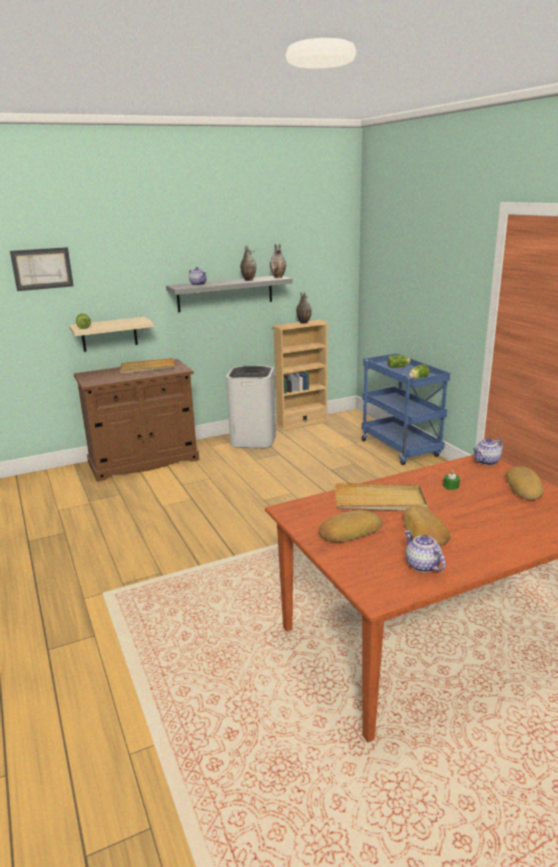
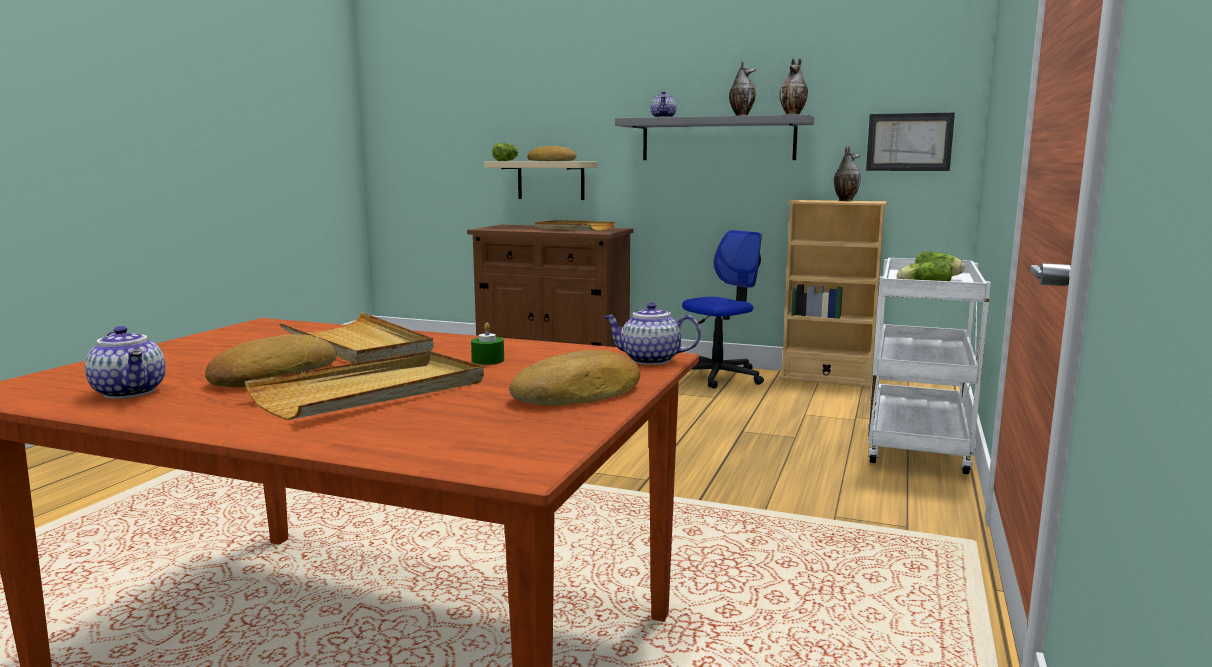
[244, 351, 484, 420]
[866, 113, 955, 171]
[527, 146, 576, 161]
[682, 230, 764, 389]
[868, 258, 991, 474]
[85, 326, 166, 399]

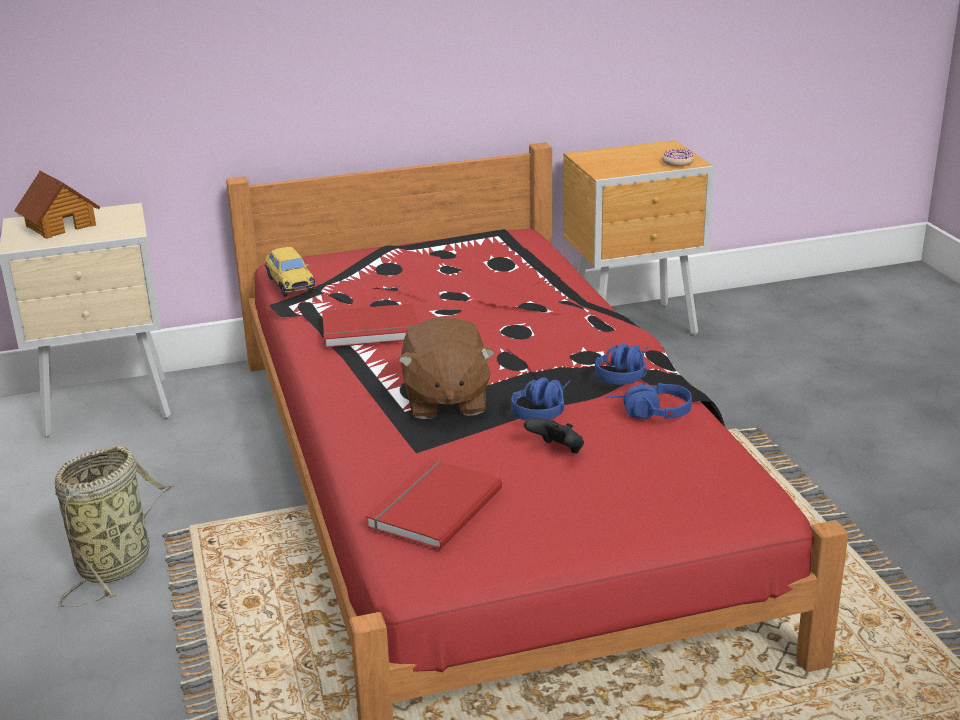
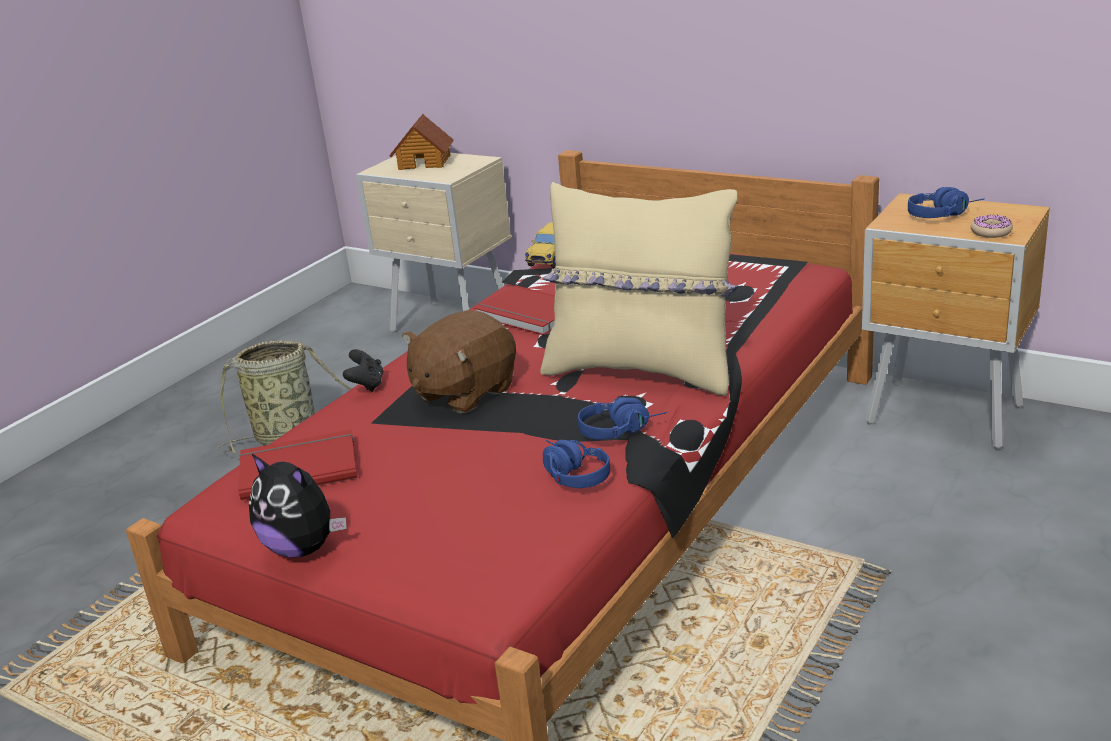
[249, 454, 347, 557]
[540, 182, 738, 396]
[908, 187, 985, 218]
[343, 349, 384, 392]

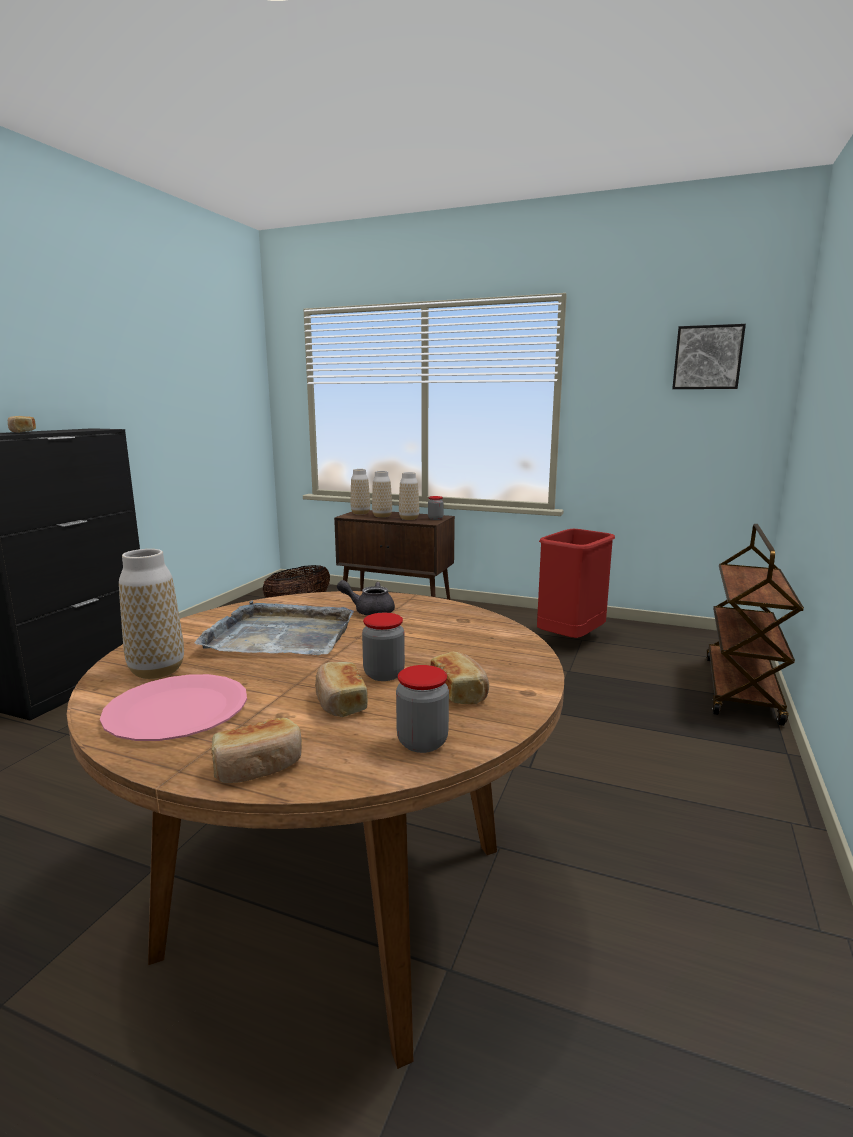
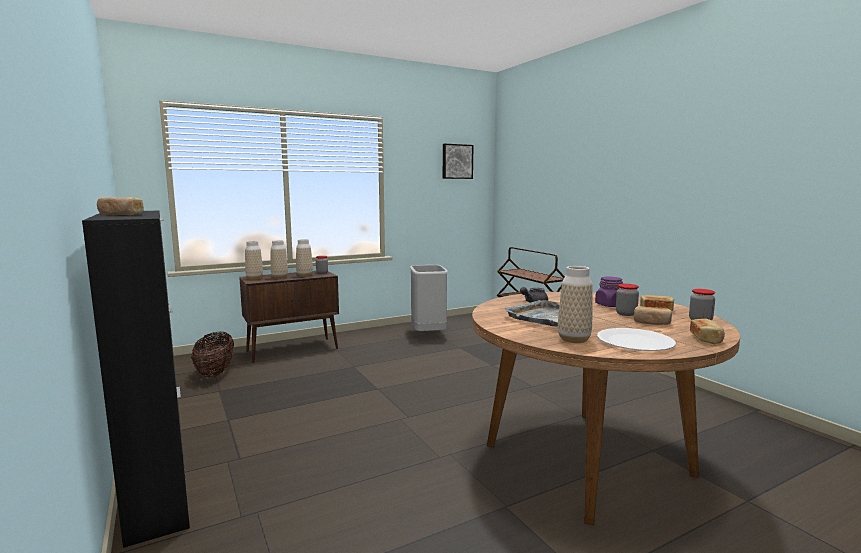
[595, 277, 623, 307]
[597, 328, 676, 351]
[410, 265, 448, 331]

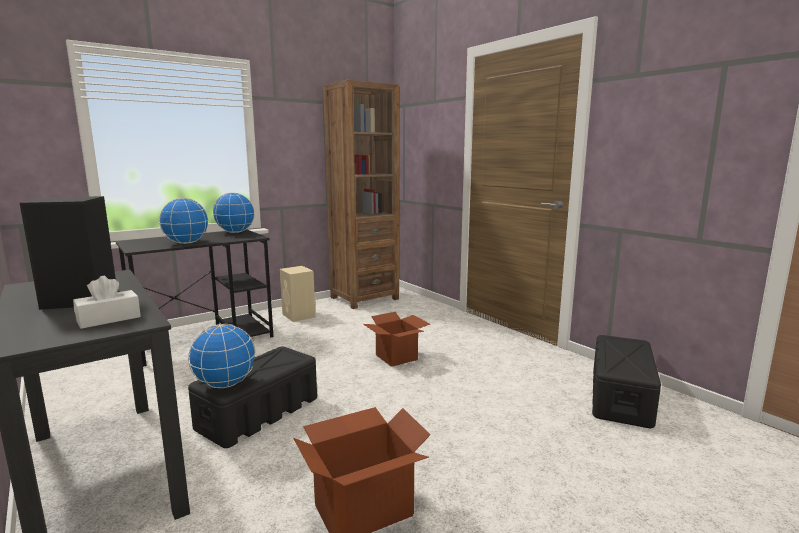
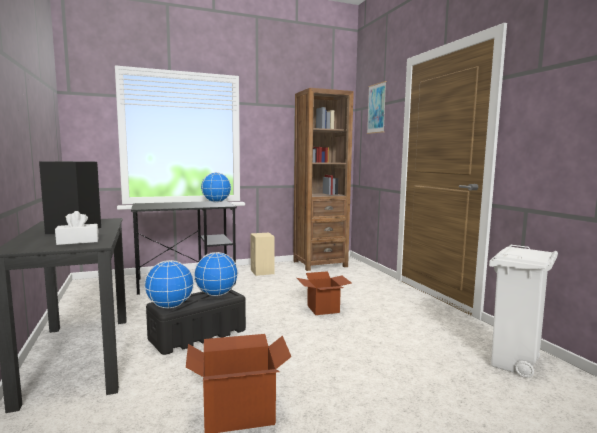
[367, 81, 387, 134]
[194, 252, 238, 296]
[489, 245, 558, 378]

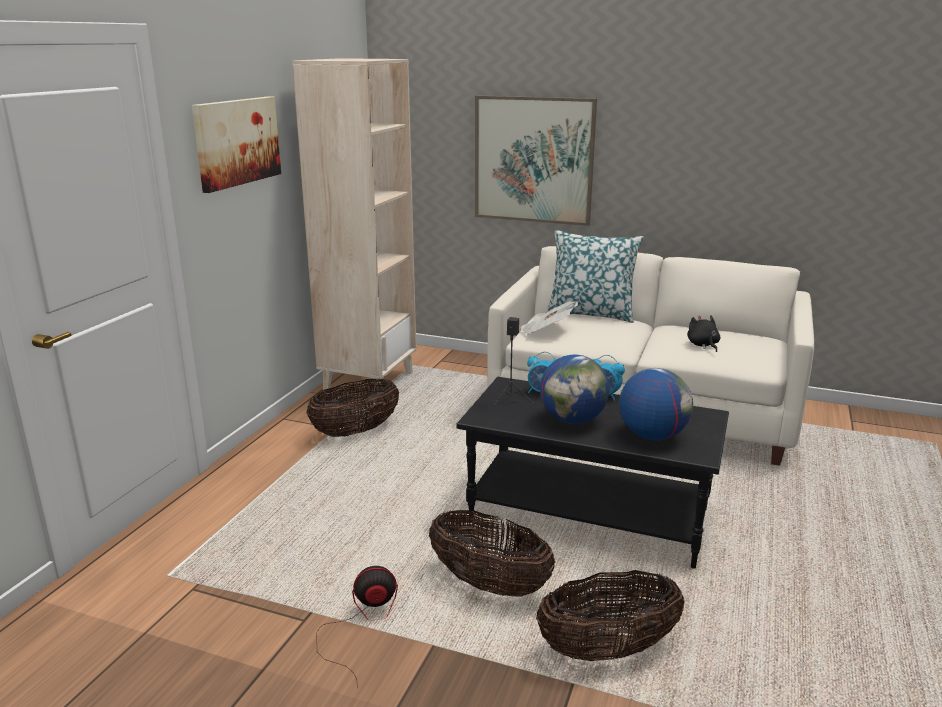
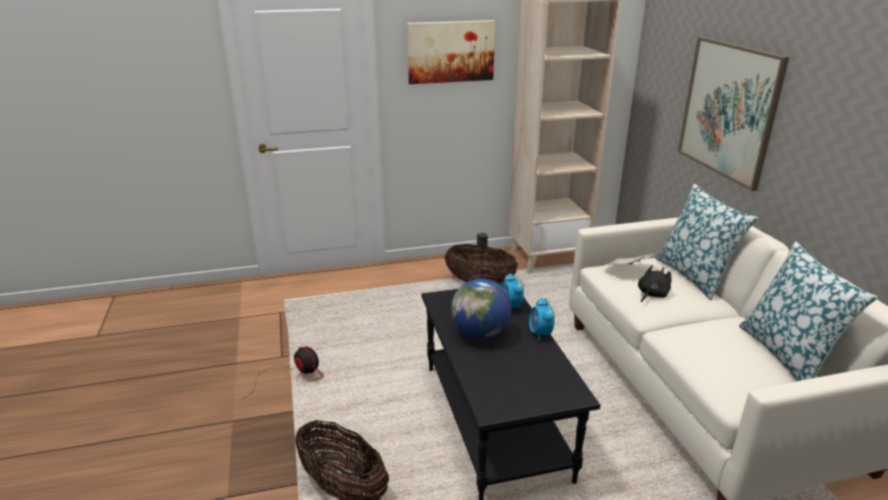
[429, 510, 555, 597] (first image)
[619, 368, 693, 440] (first image)
[739, 241, 878, 381]
[638, 265, 672, 302]

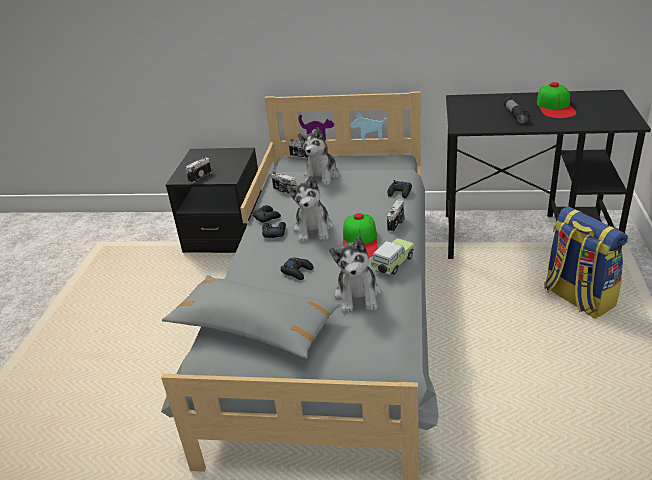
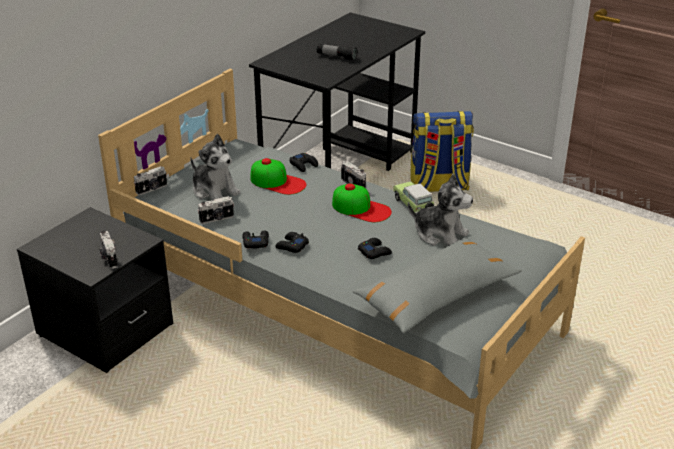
[287, 176, 333, 242] (first image)
[250, 158, 306, 195]

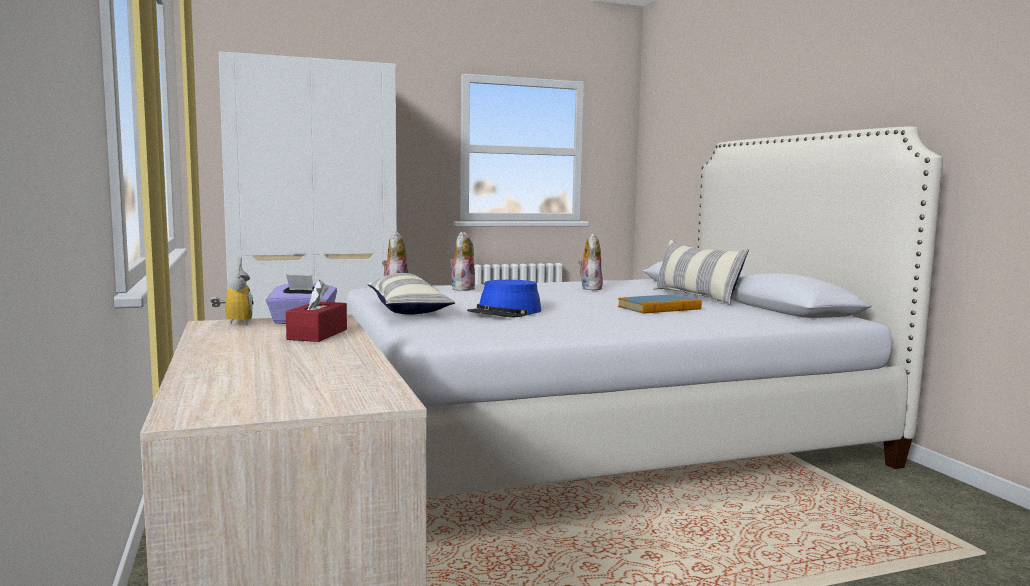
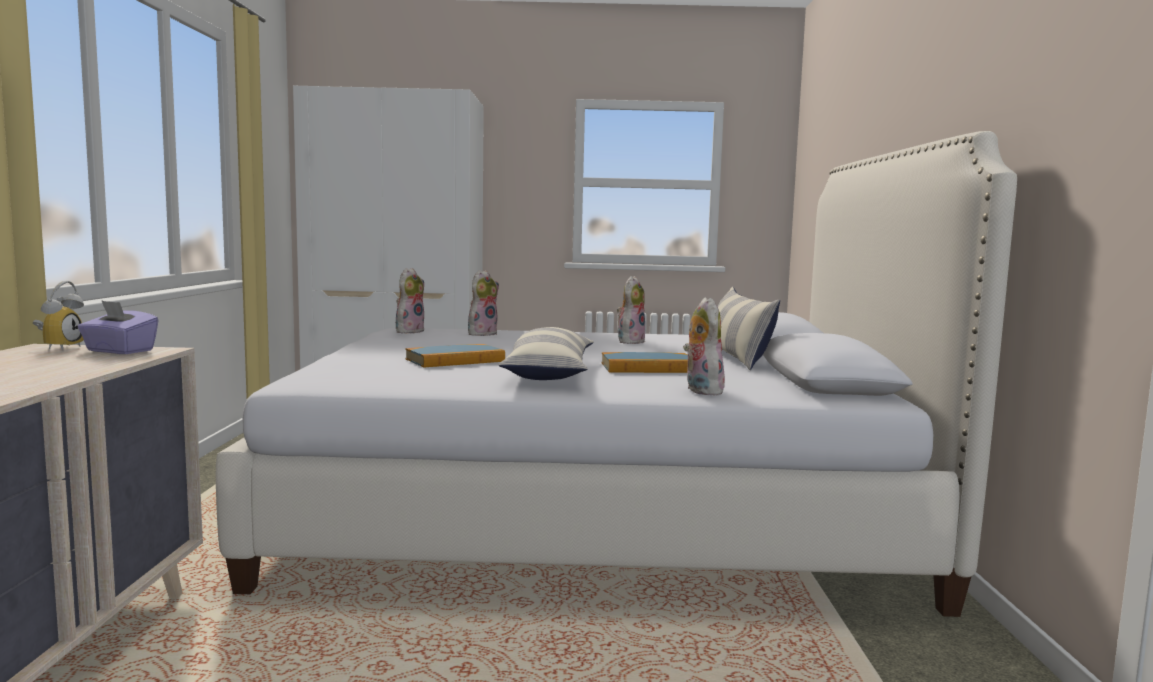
[286, 280, 347, 342] (first image)
[683, 297, 725, 395]
[499, 327, 594, 380]
[405, 344, 505, 367]

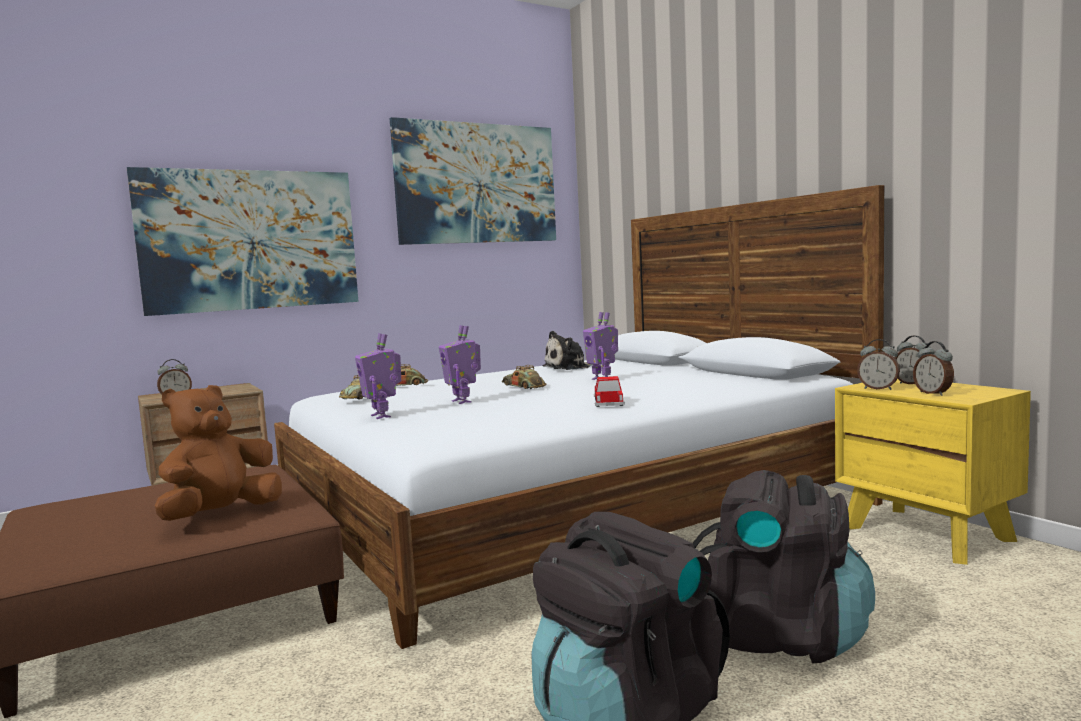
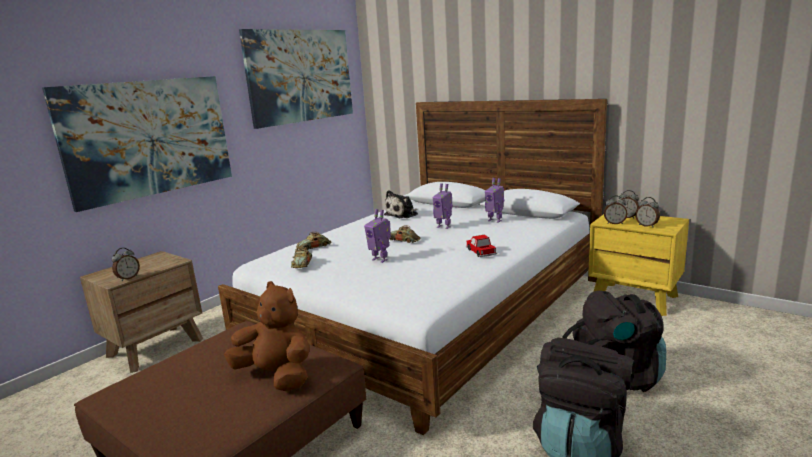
[485, 178, 504, 223]
[224, 281, 310, 391]

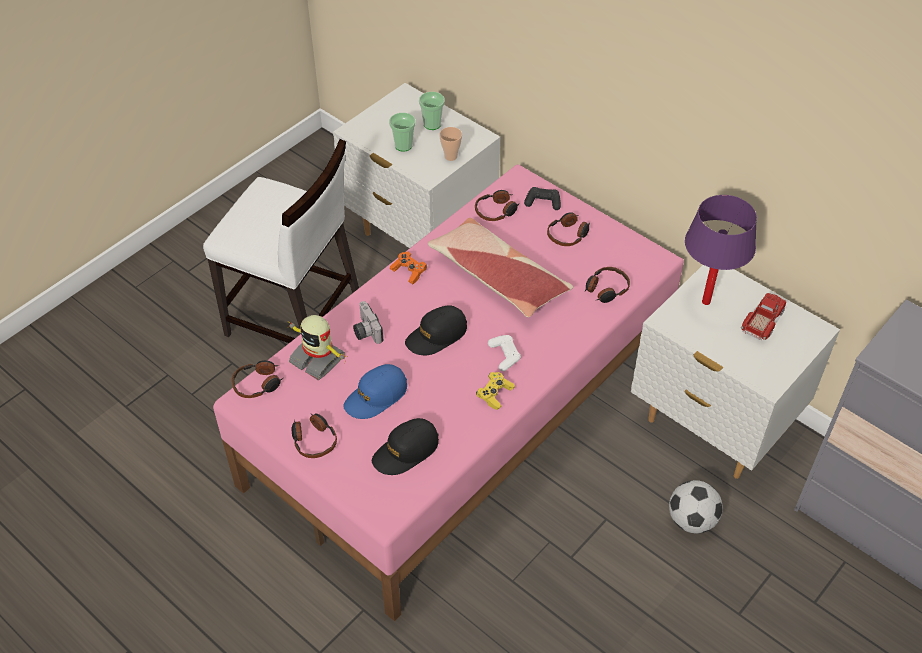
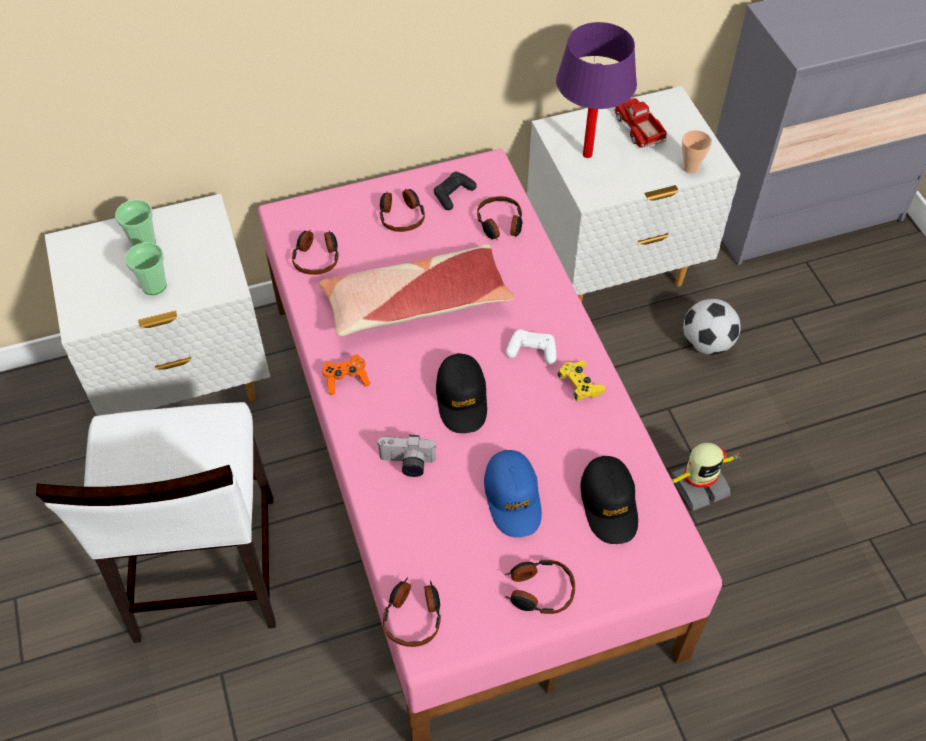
[670, 443, 740, 511]
[682, 130, 712, 174]
[434, 172, 477, 210]
[36, 402, 276, 643]

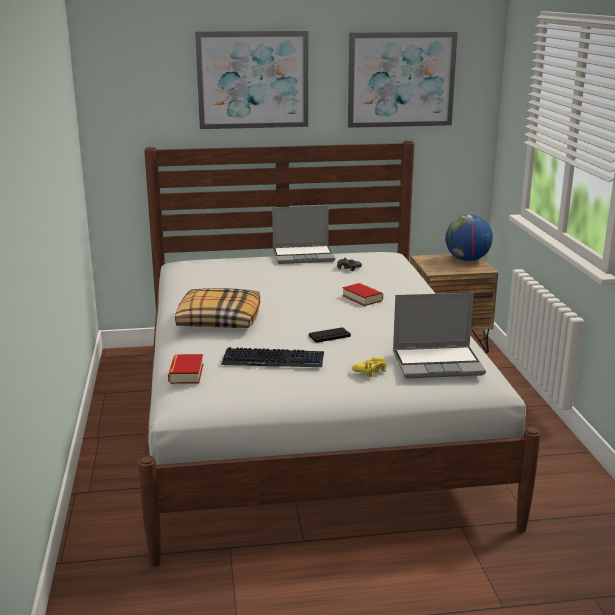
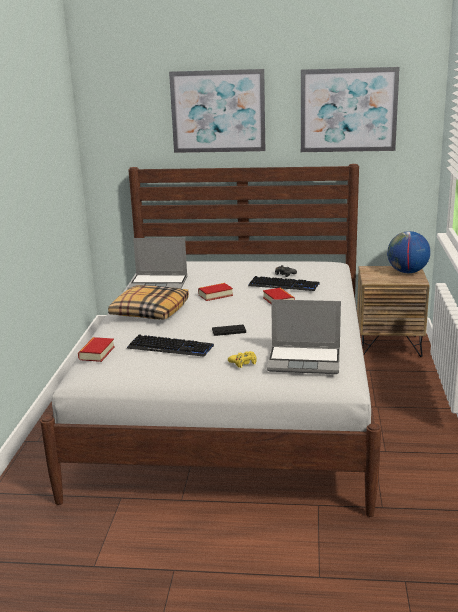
[198, 283, 233, 301]
[248, 276, 320, 291]
[128, 238, 187, 289]

